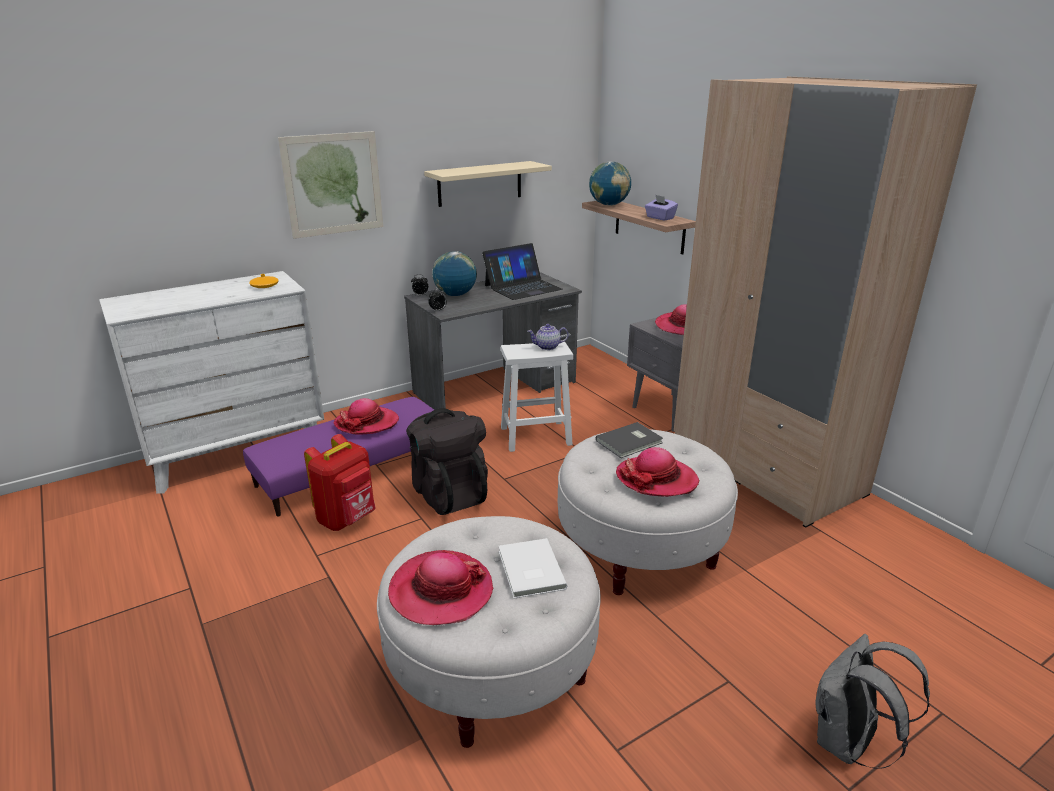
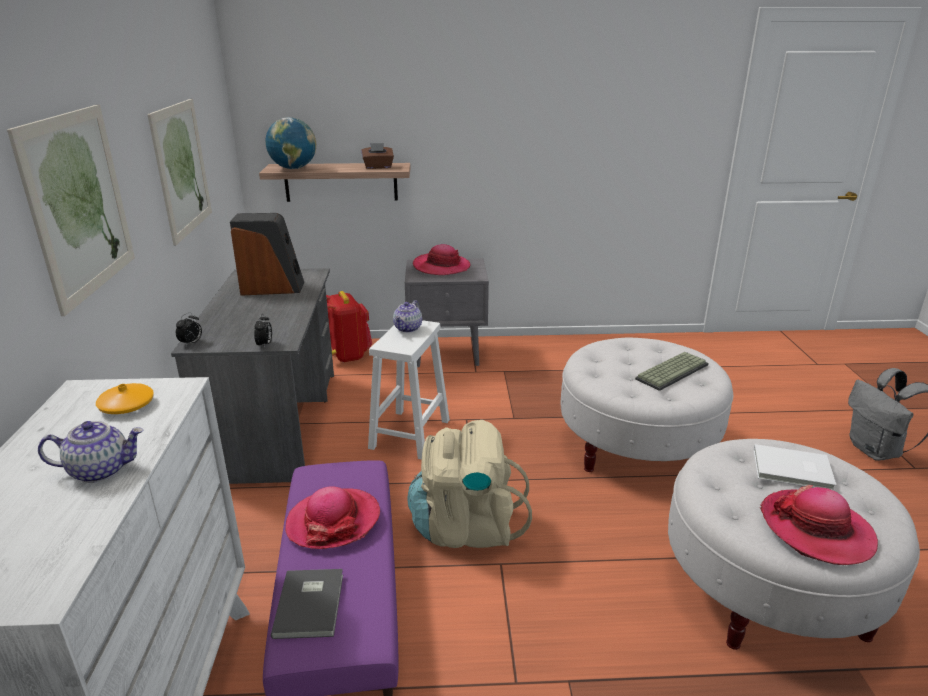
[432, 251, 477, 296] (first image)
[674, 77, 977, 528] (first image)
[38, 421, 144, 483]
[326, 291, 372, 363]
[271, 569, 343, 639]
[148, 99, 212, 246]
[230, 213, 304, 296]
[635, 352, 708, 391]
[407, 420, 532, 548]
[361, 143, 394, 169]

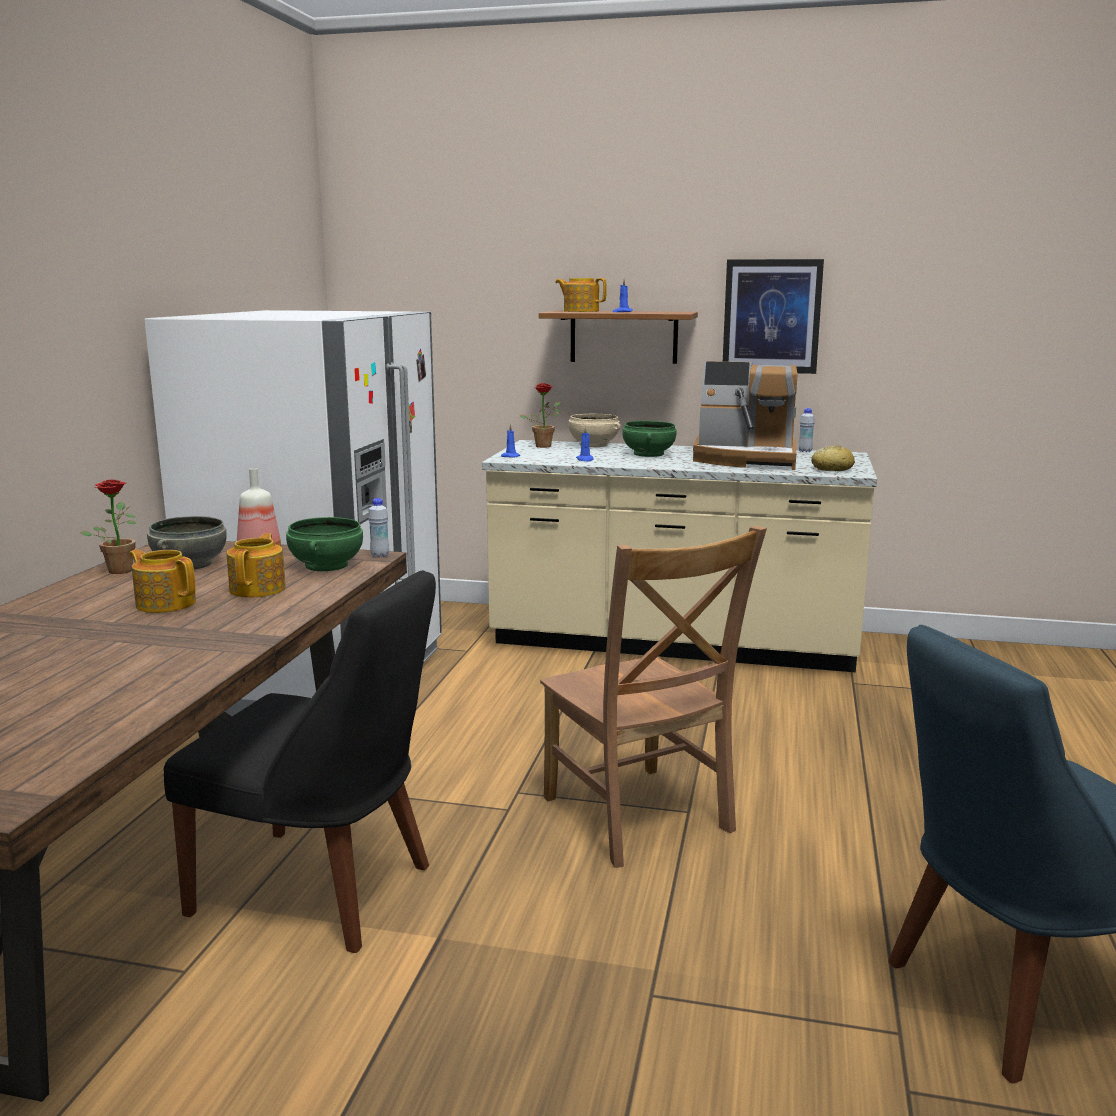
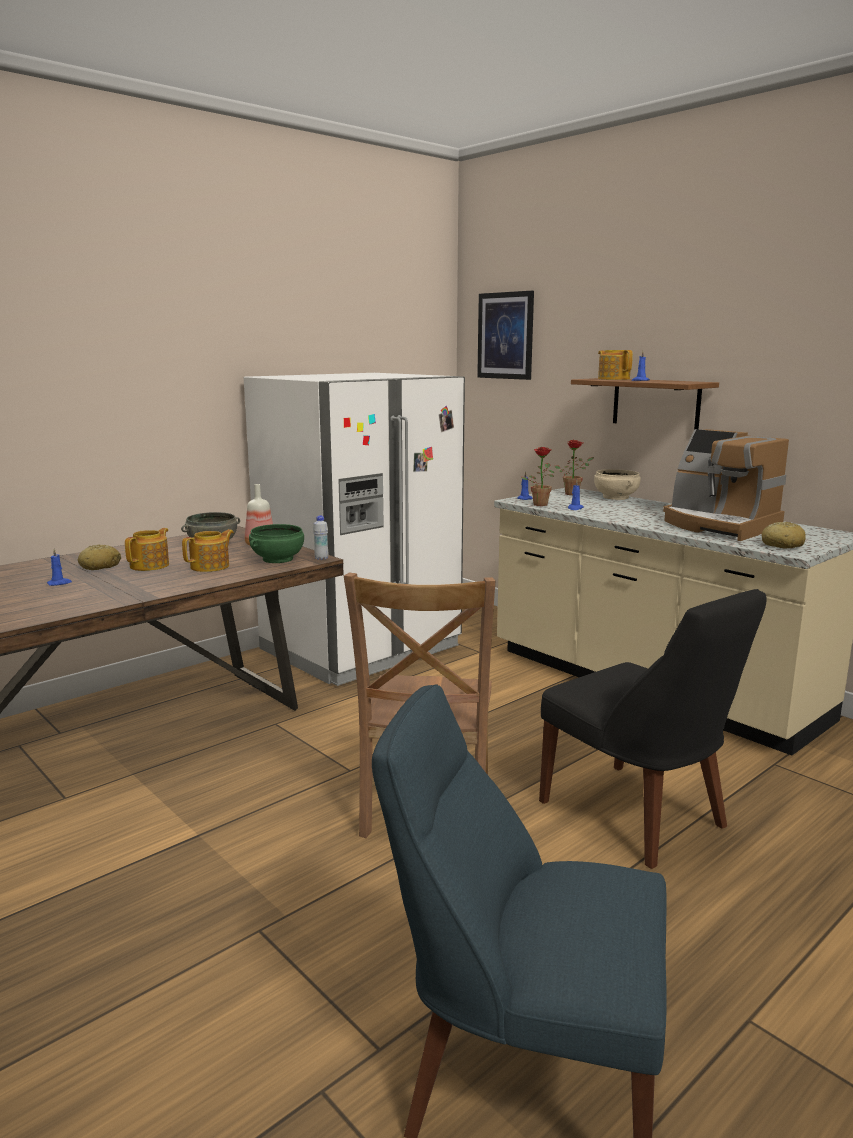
[622, 421, 677, 457] (first image)
[799, 408, 815, 452] (first image)
[47, 548, 72, 586]
[78, 545, 121, 570]
[521, 447, 554, 506]
[539, 589, 767, 869]
[477, 291, 534, 380]
[125, 528, 169, 571]

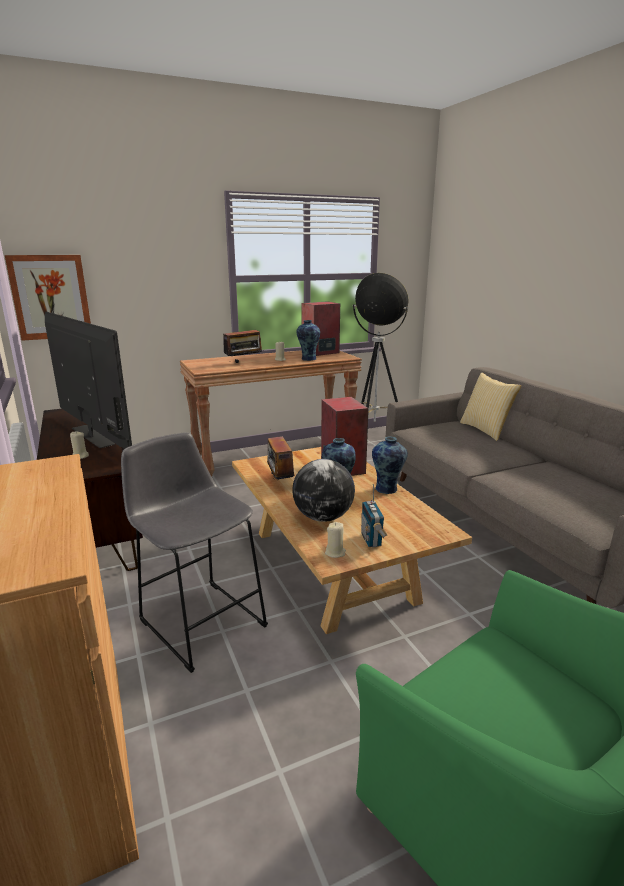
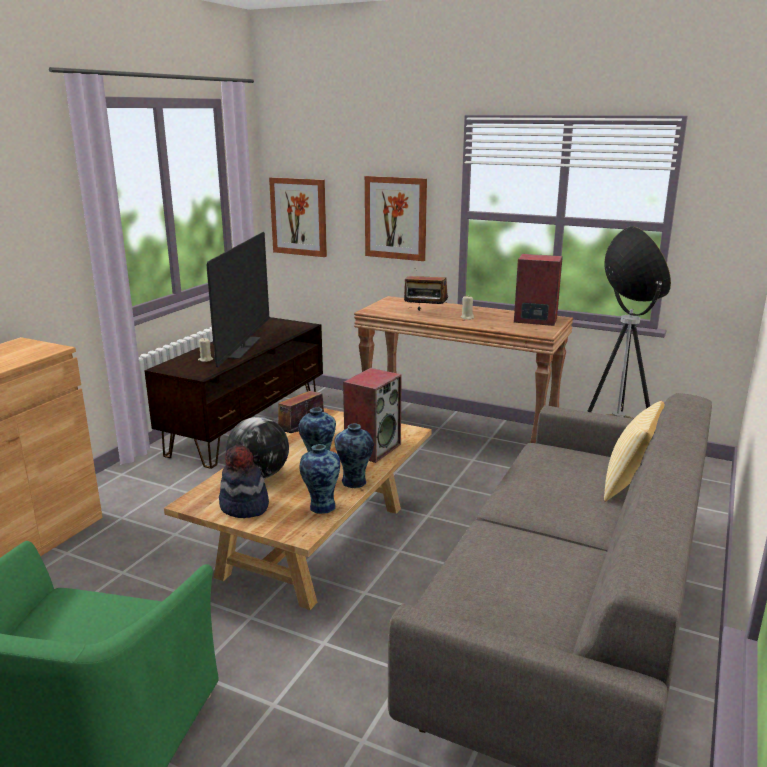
[121, 432, 268, 673] (first image)
[325, 522, 346, 558] (first image)
[365, 176, 427, 261]
[300, 444, 340, 514]
[219, 445, 269, 518]

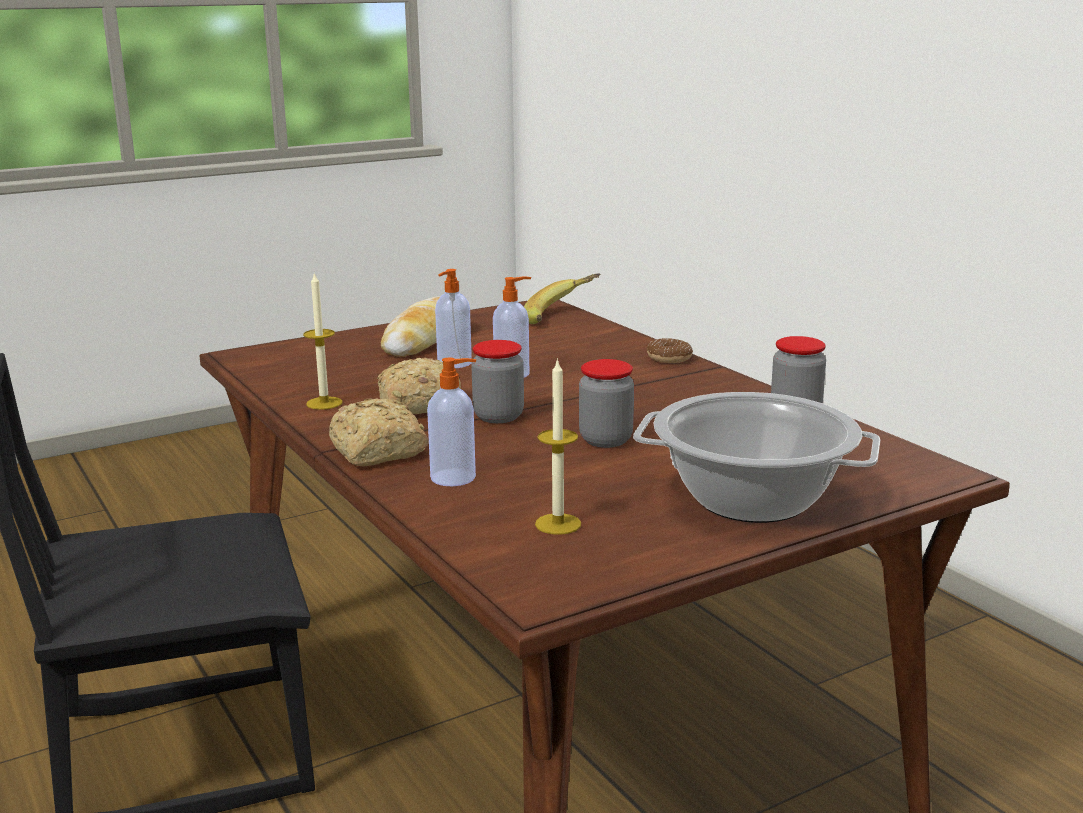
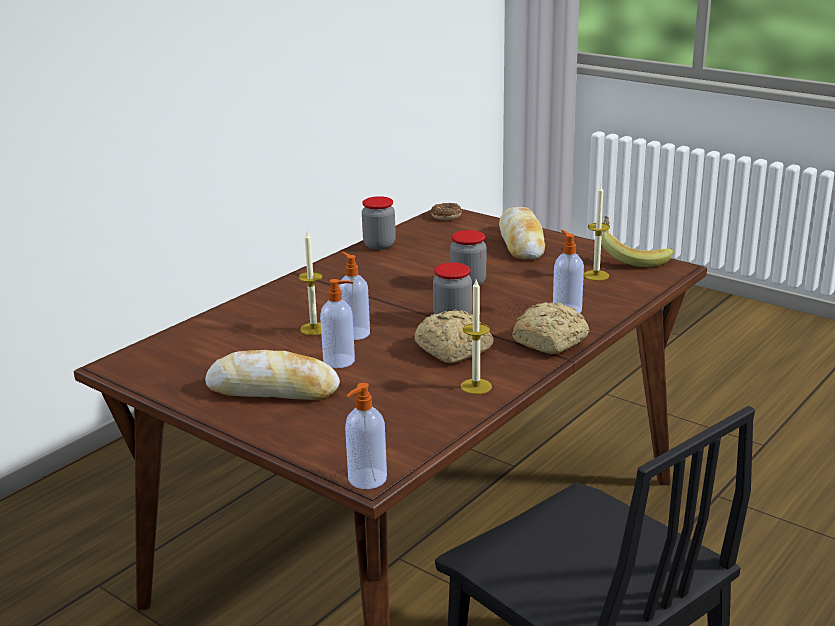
[298, 232, 323, 335]
[345, 383, 387, 489]
[601, 216, 674, 267]
[431, 203, 462, 220]
[499, 207, 545, 260]

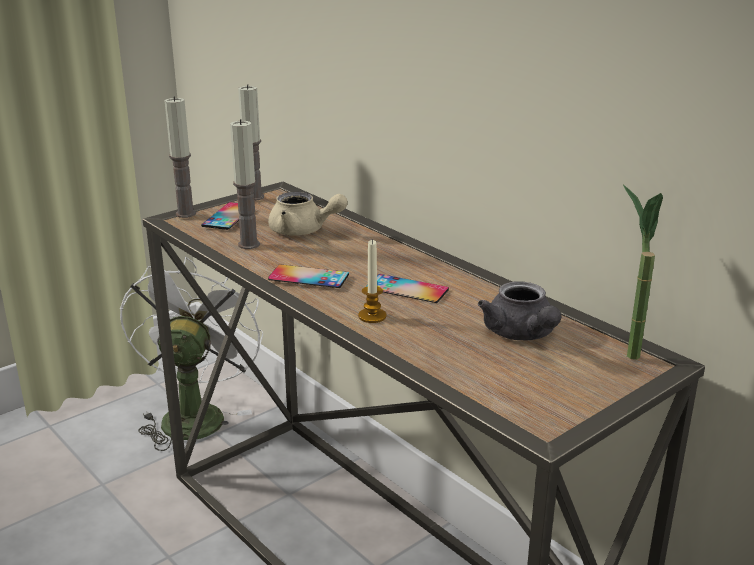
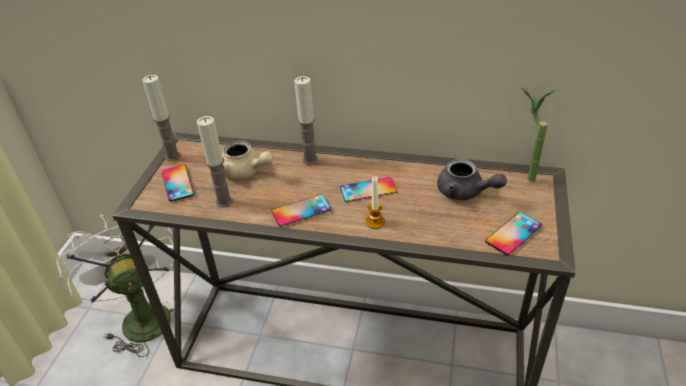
[485, 212, 542, 255]
[294, 76, 318, 165]
[222, 140, 274, 179]

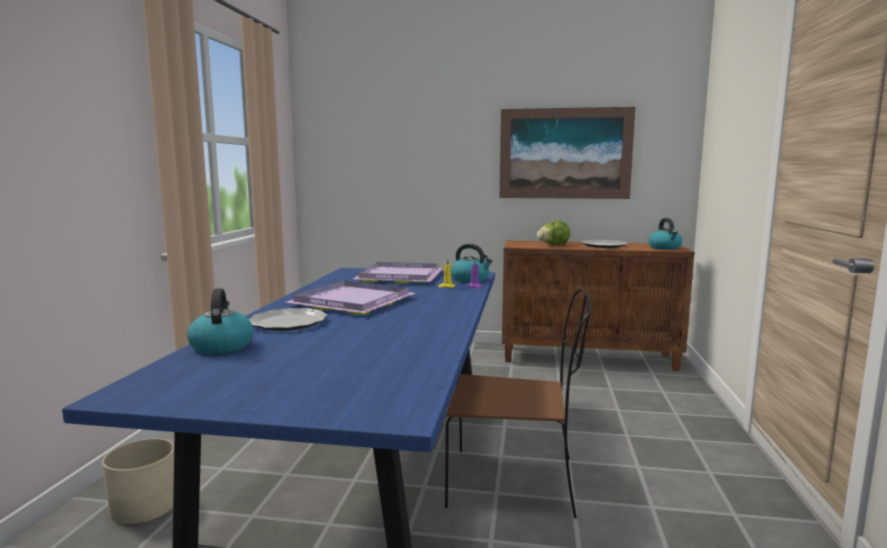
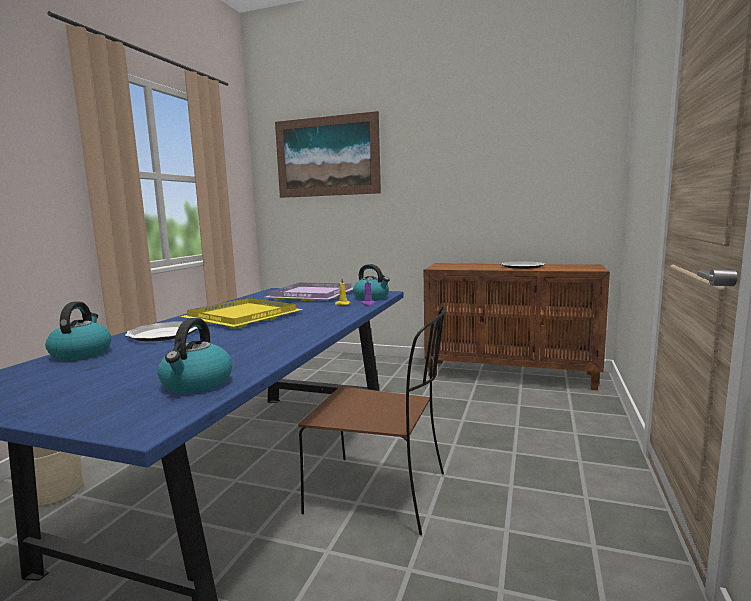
[537, 221, 570, 245] (first image)
[275, 111, 381, 198]
[157, 318, 232, 394]
[180, 298, 303, 328]

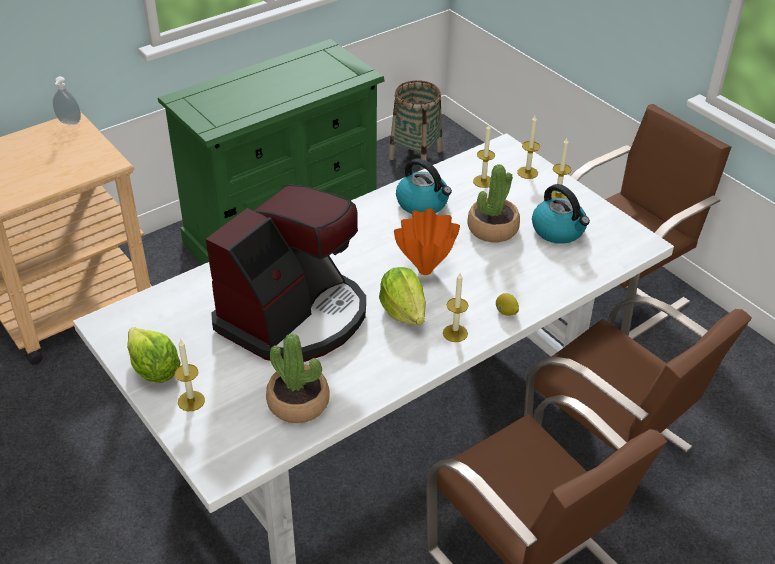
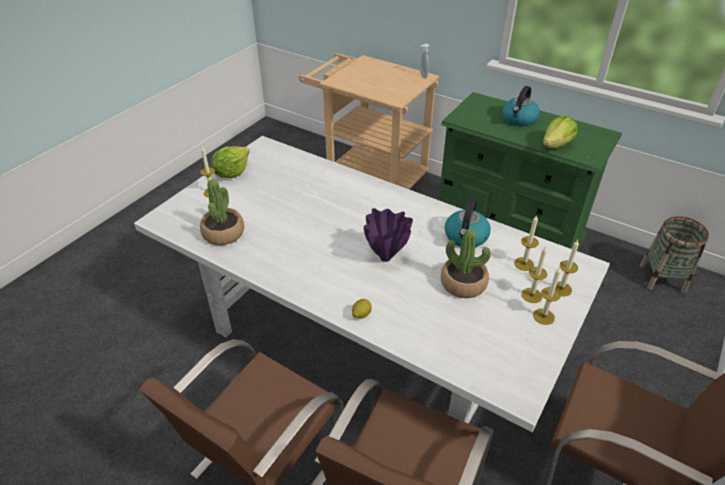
[206, 184, 366, 362] (first image)
[543, 116, 578, 148]
[521, 246, 547, 303]
[503, 86, 540, 127]
[364, 208, 413, 262]

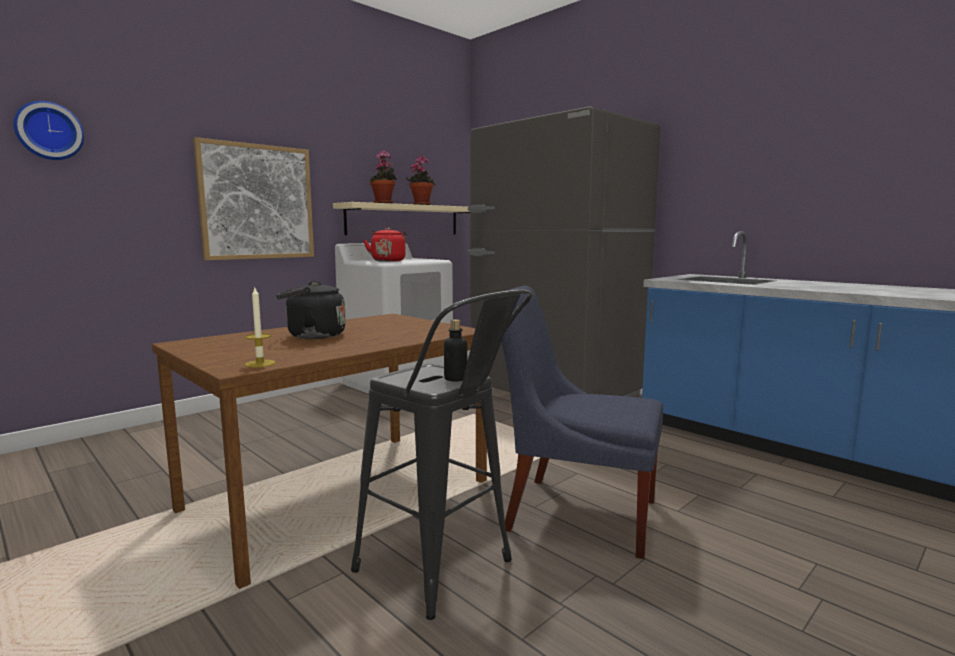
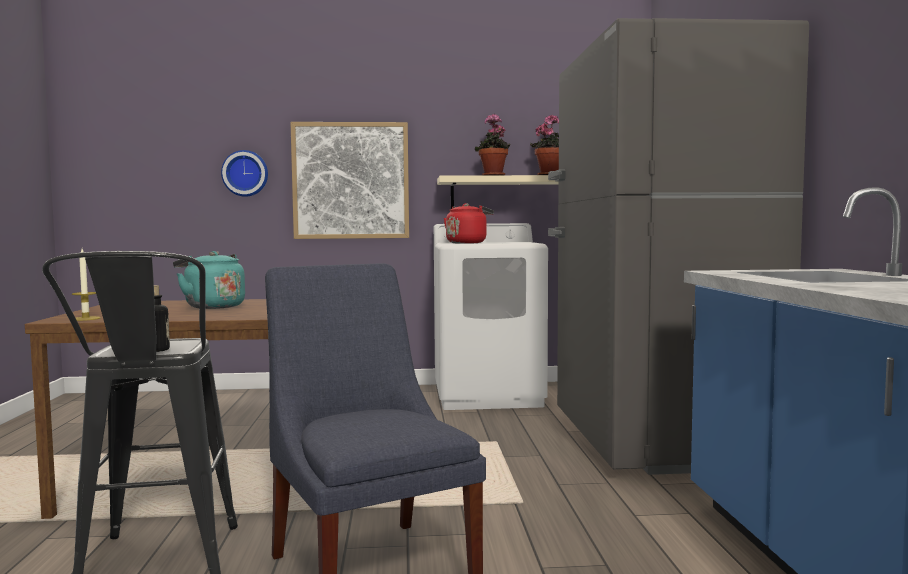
[221, 150, 268, 197]
[173, 251, 245, 309]

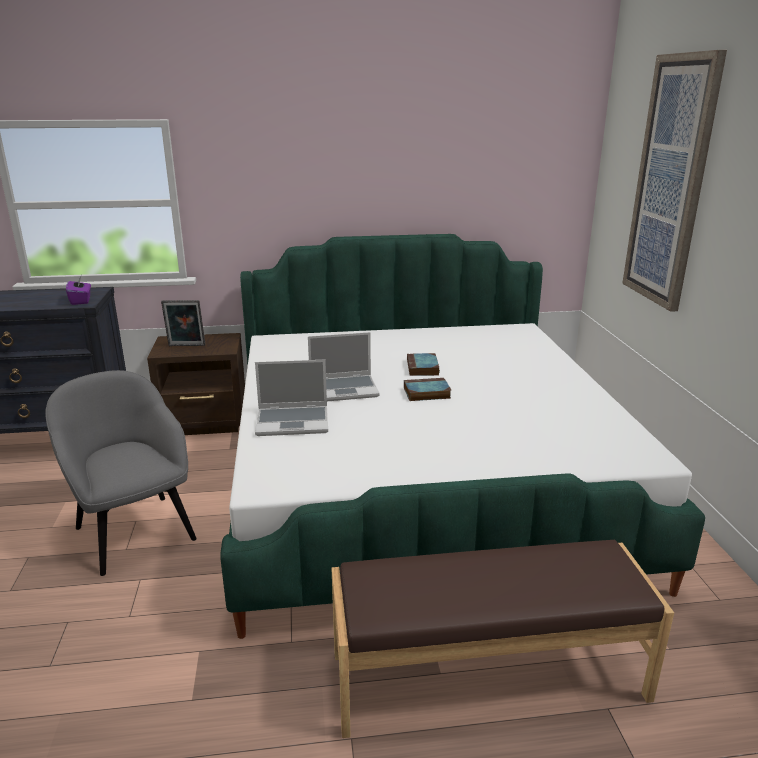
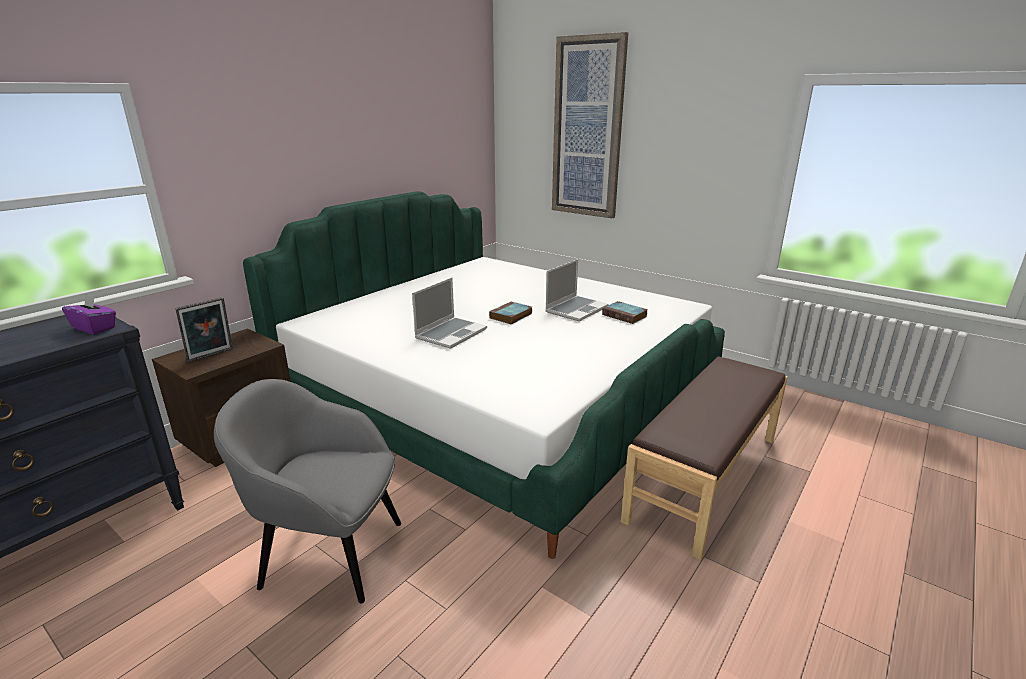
[545, 259, 609, 321]
[602, 301, 648, 324]

